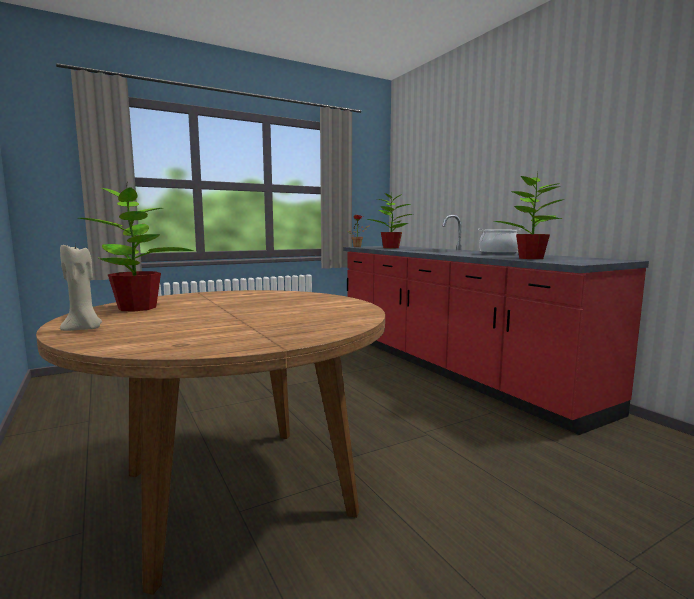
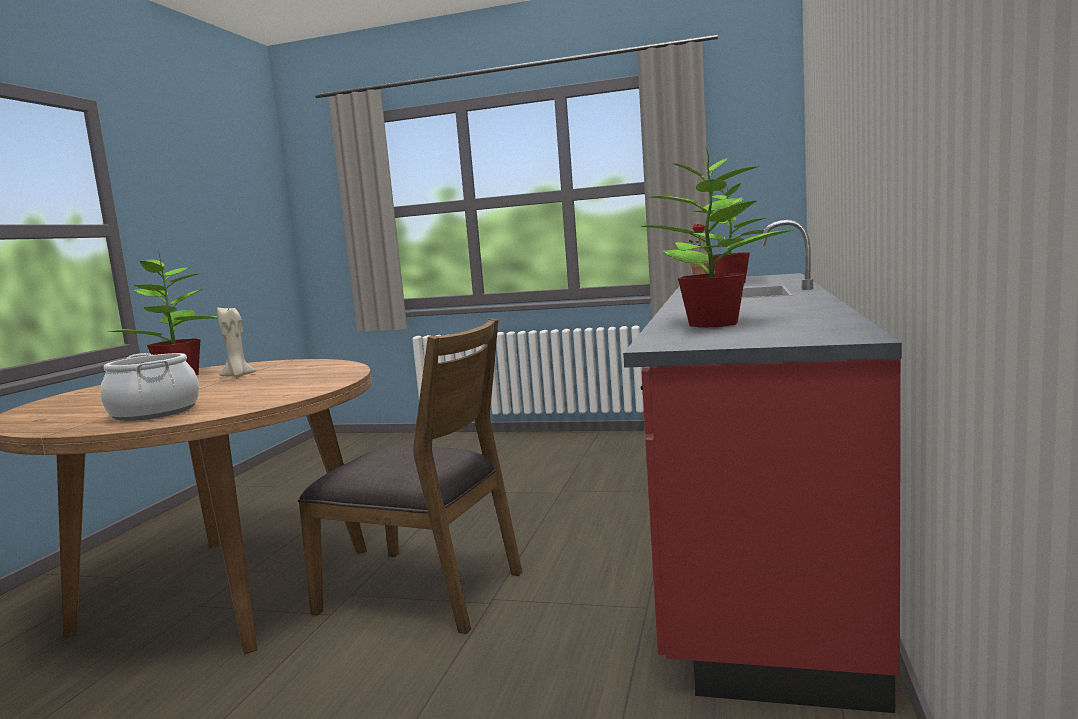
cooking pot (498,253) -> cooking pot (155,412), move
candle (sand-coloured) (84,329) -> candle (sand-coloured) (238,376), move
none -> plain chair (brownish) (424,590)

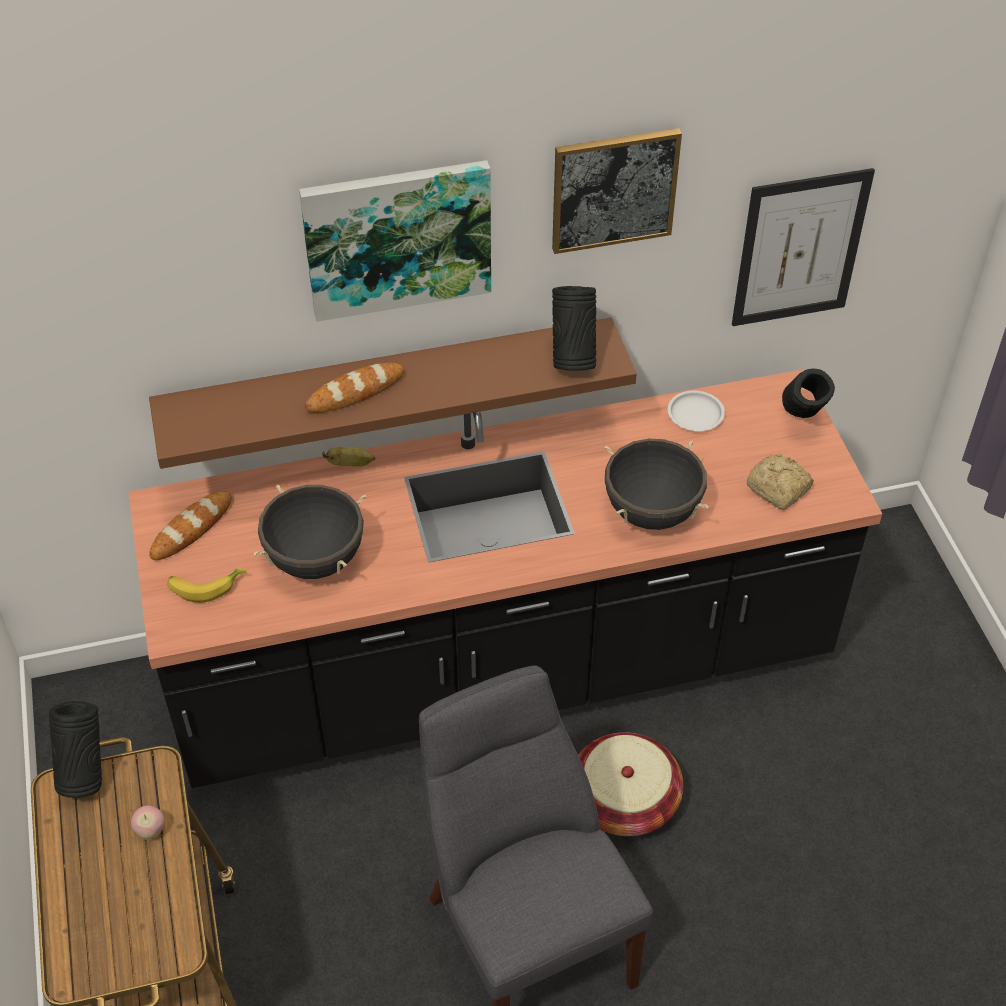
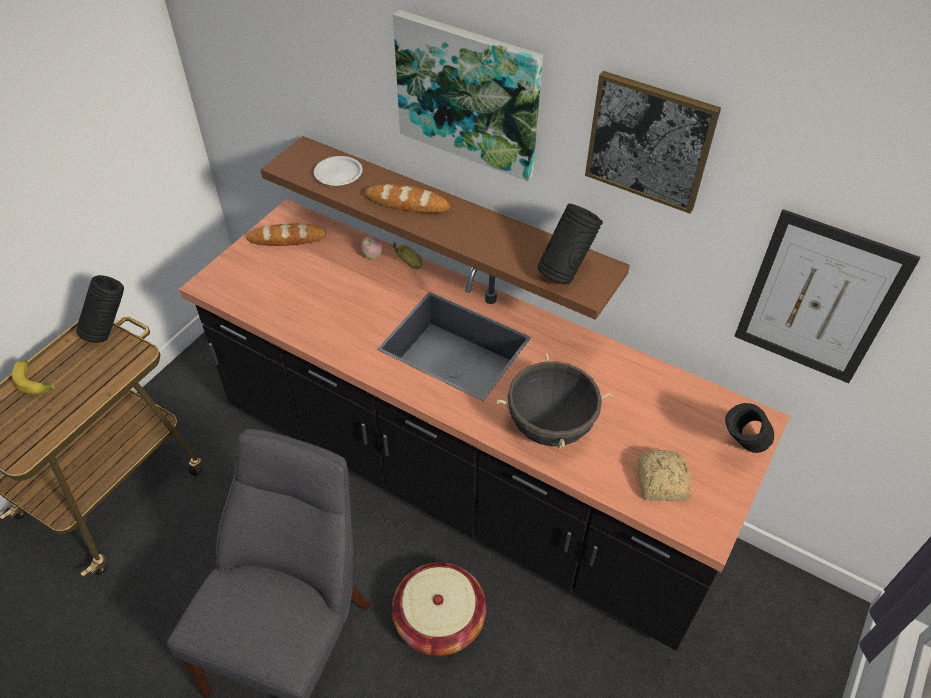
whole banana (205,586) -> whole banana (36,381), move
flat dish (whitish) (695,414) -> flat dish (whitish) (339,174), move
apple (150,831) -> apple (372,256), move
cooking pot (blackish) (316,559) -> none

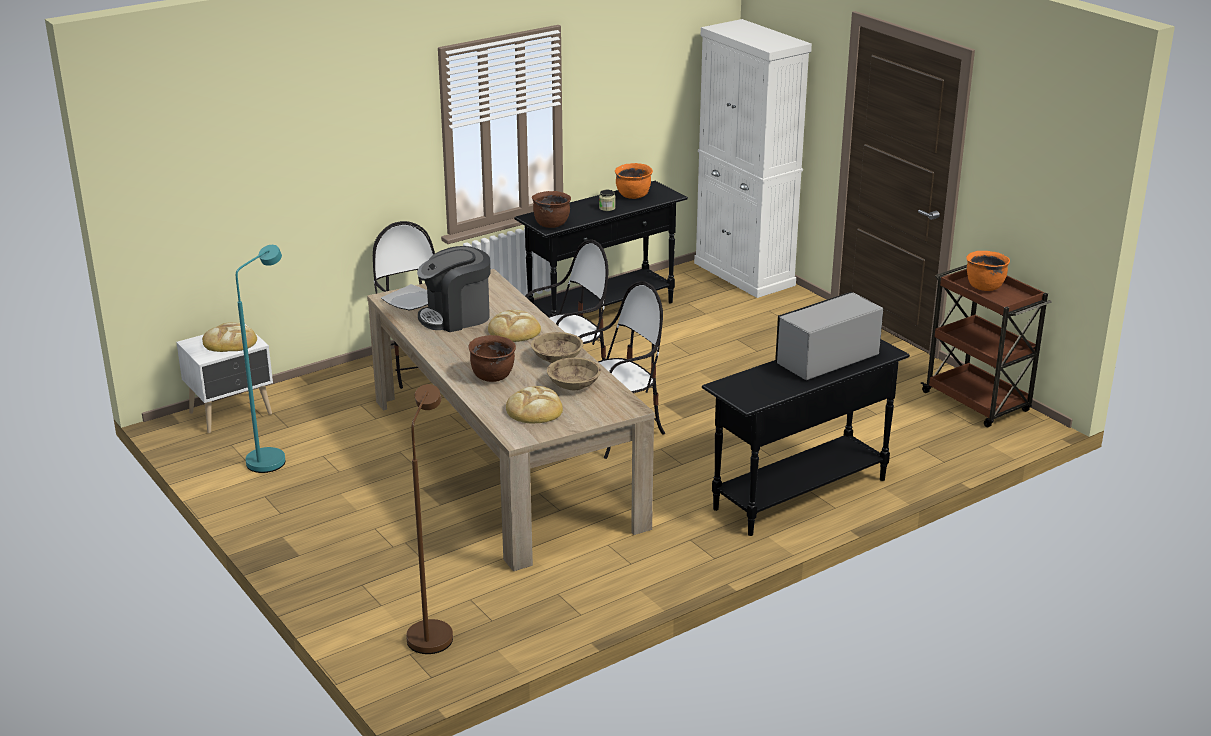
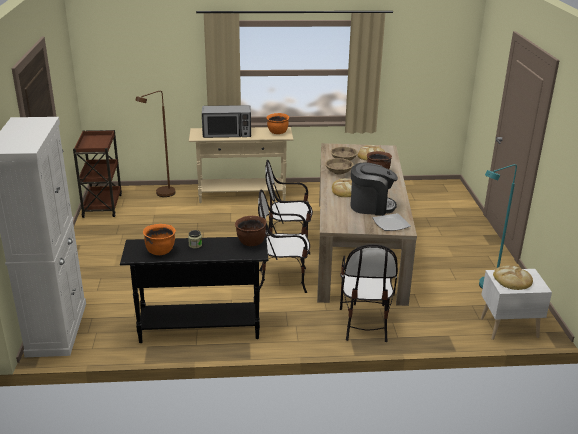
floor lamp (brownish) (432,631) -> floor lamp (brownish) (161,195), move
narrow table (blackish) (799,494) -> narrow table (sand-coloured) (242,196)
cooking pot (orange) (984,286) -> cooking pot (orange) (277,132), move

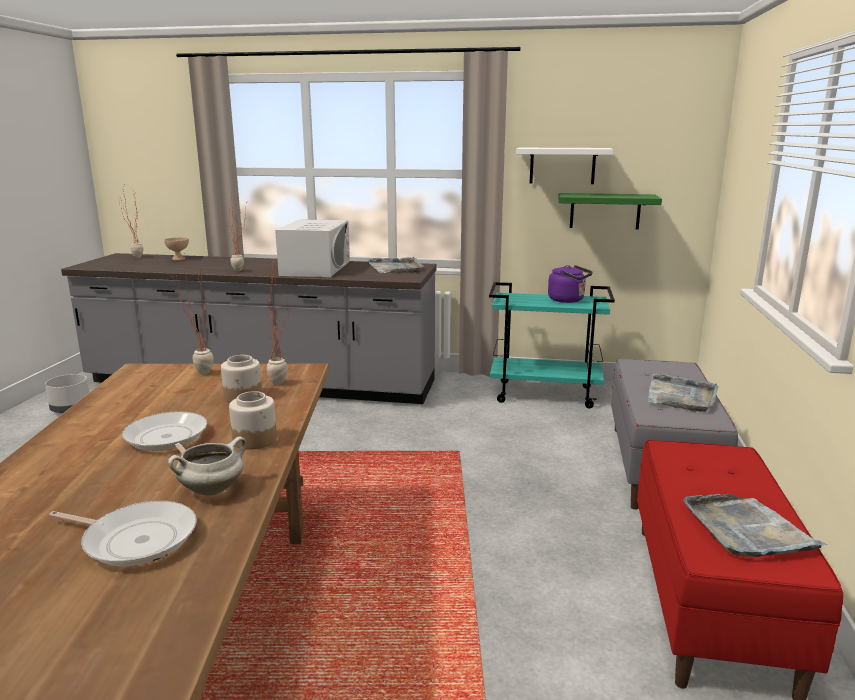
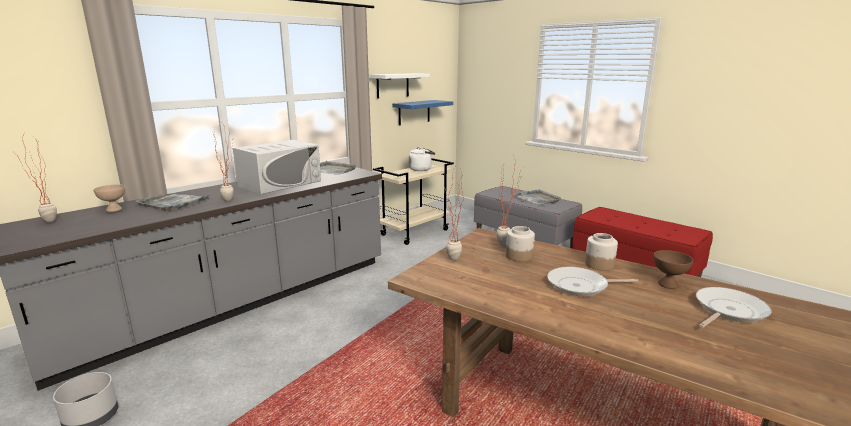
carrying tray (greyish) (746,529) -> carrying tray (greyish) (173,203), move
kitchen microwave (whitish) (315,268) -> kitchen microwave (whitish) (280,183), 90 degrees clockwise
trolley (blue-green) (545,394) -> trolley (sand-coloured) (415,232)
wall shelf (greenish) (605,211) -> wall shelf (bluish) (414,112)
kettle (purple-coloured) (568,300) -> kettle (whitish) (421,169)
cooking pot (whitish) (212,489) -> serving bowl (brownish) (667,284)

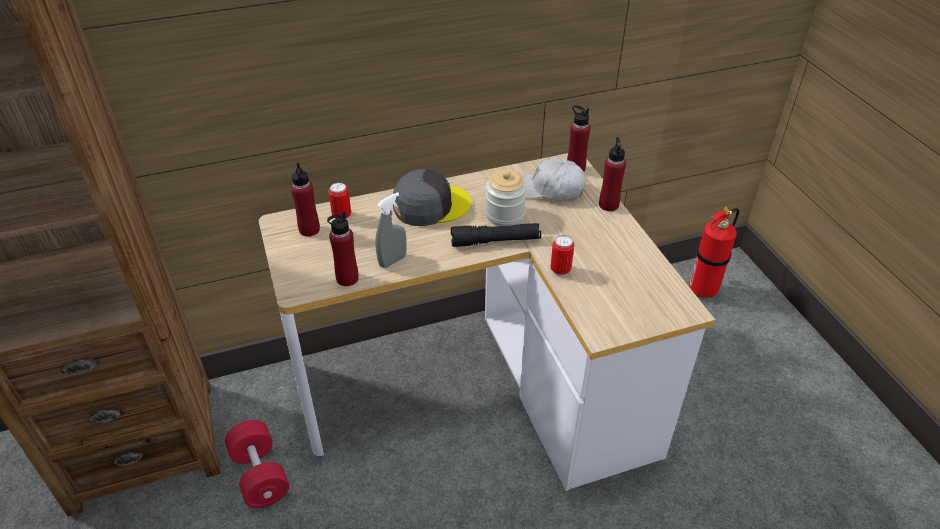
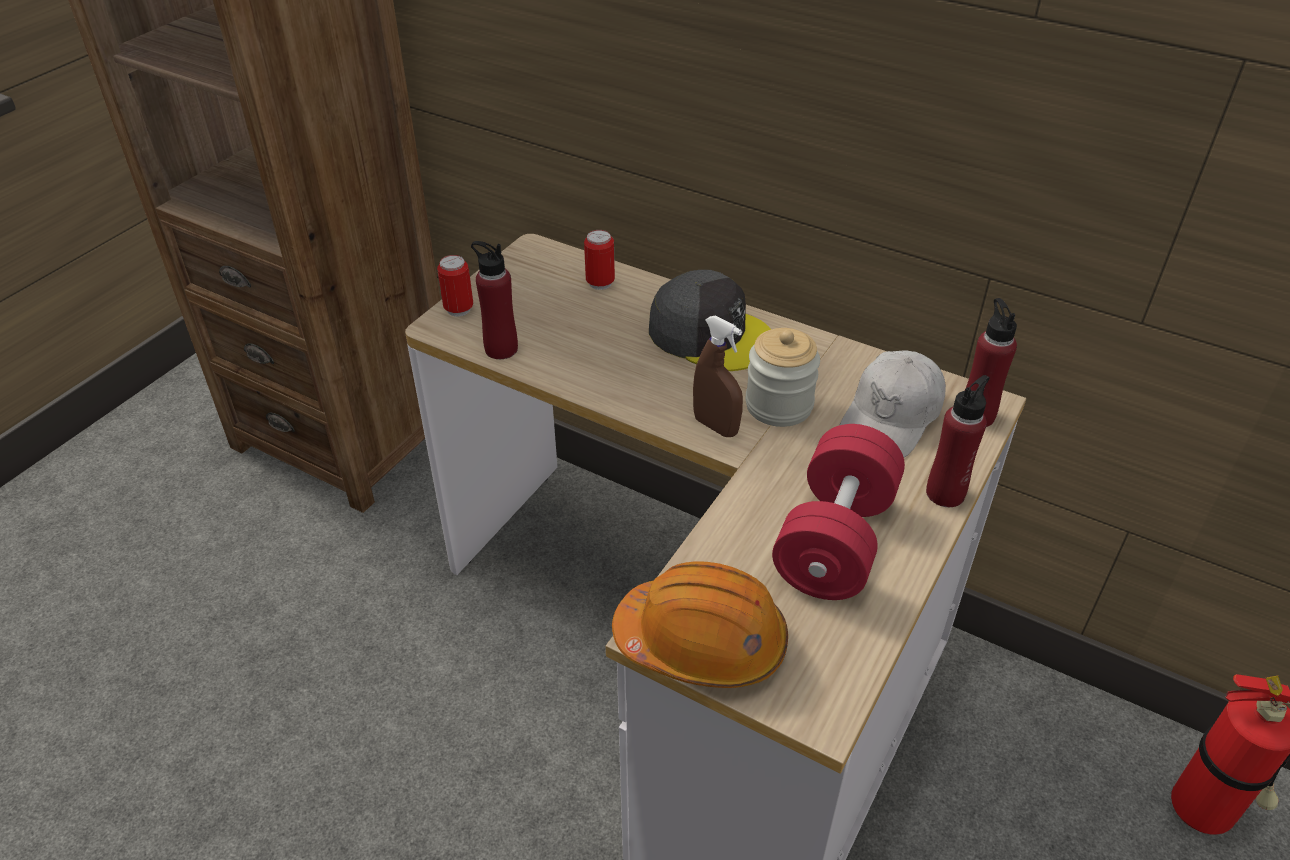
can (560,270) -> can (458,309), move
none -> hard hat (orange) (702,642)
flashlight (blackish) (495,241) -> hand sprayer (brownish) (715,426)
hand weight (red) (260,475) -> hand weight (red) (835,540), move
peaked cap (whitish) (550,190) -> peaked cap (whitish) (891,417), 120 degrees counterclockwise
bottle (red) (309,230) -> none
hand sprayer (greyish) (392,261) -> none

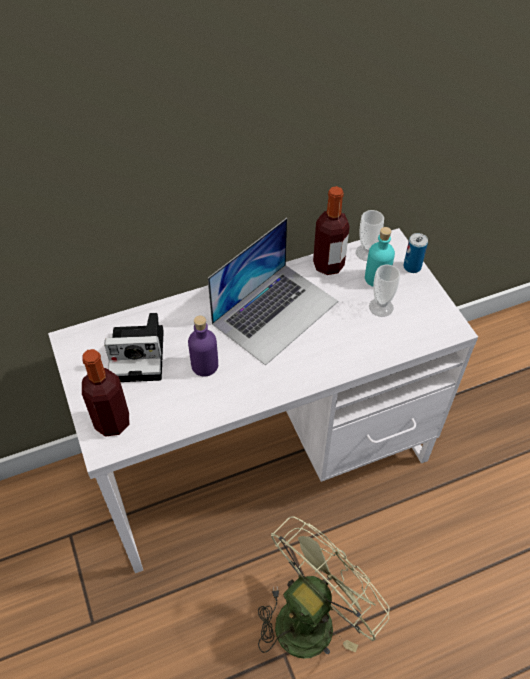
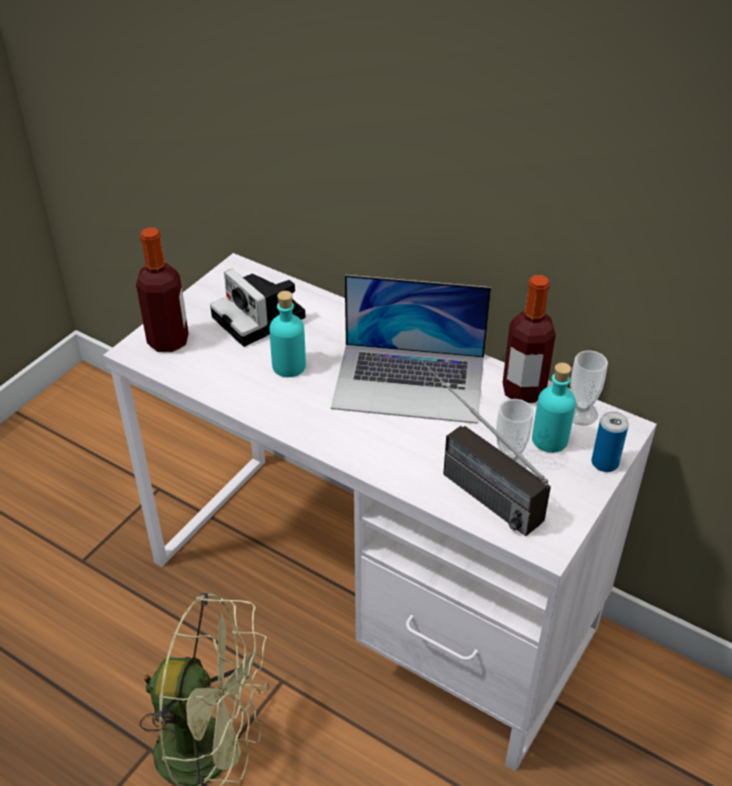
bottle (purple-coloured) (205,365) -> bottle (blue-green) (289,366)
none -> radio set (468,482)

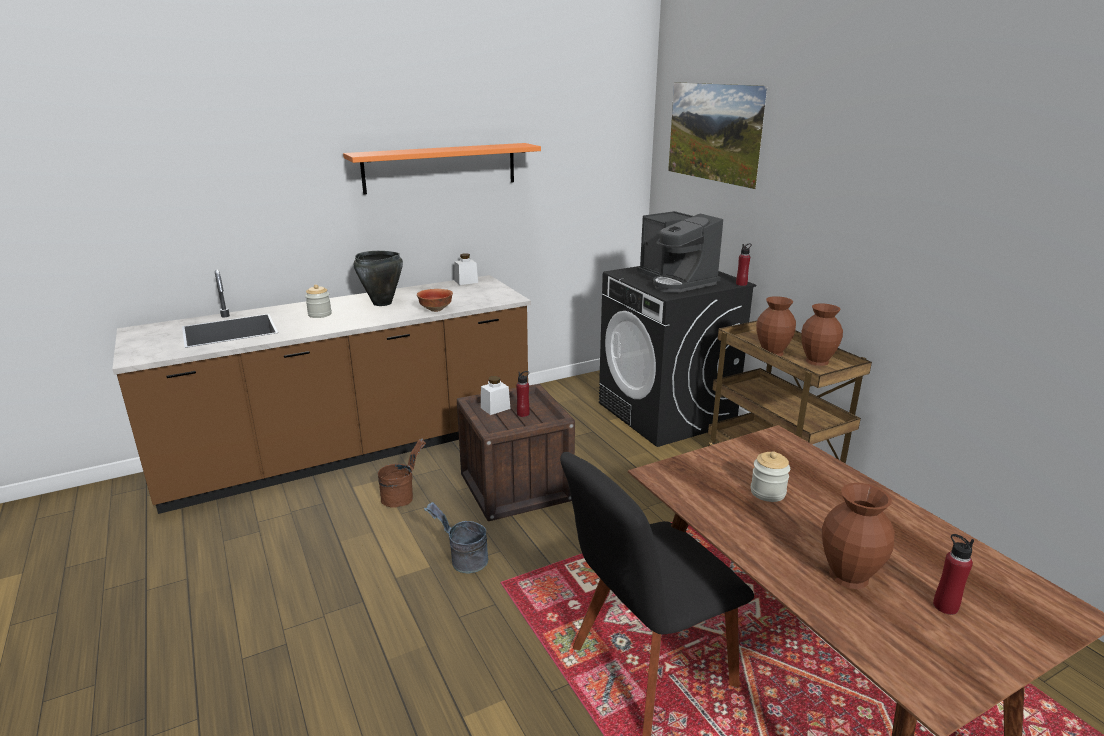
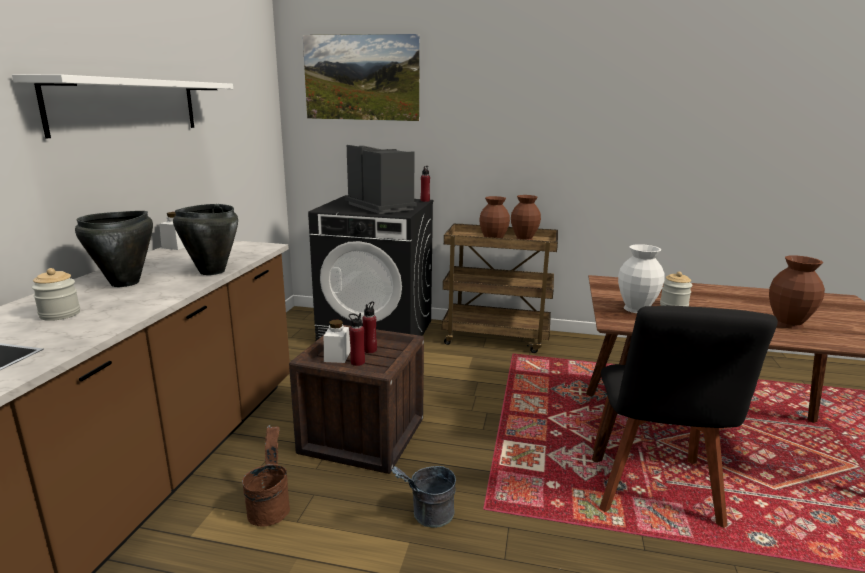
wall shelf (orange) (440,168) -> wall shelf (whitish) (127,106)
serving bowl (435,309) -> cooking pot (blackish) (211,271)
coffee machine (676,281) -> coffee machine (381,207), 135 degrees counterclockwise
bottle (red) (945,606) -> bottle (red) (357,362), move
none -> vase (whitish) (637,309)

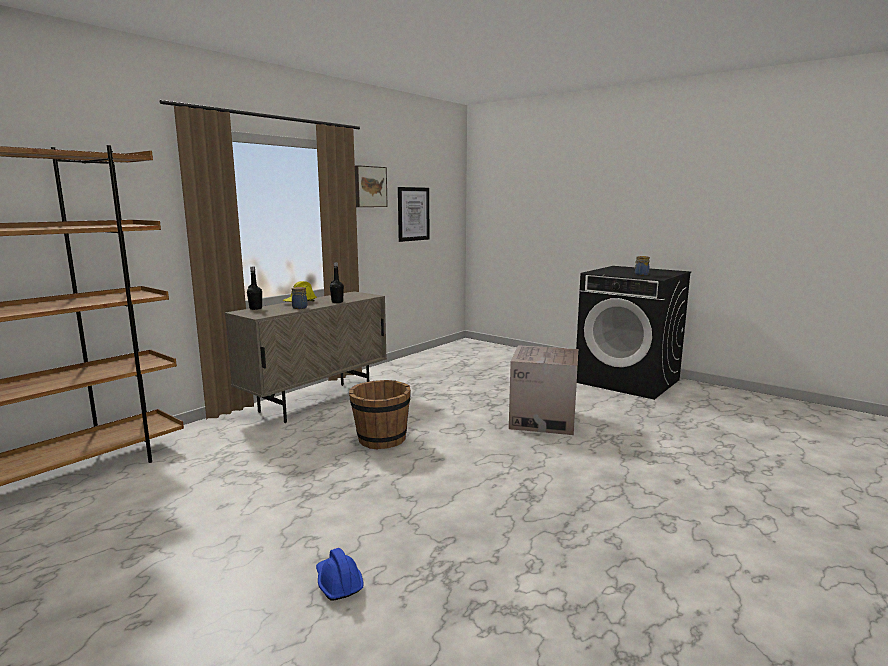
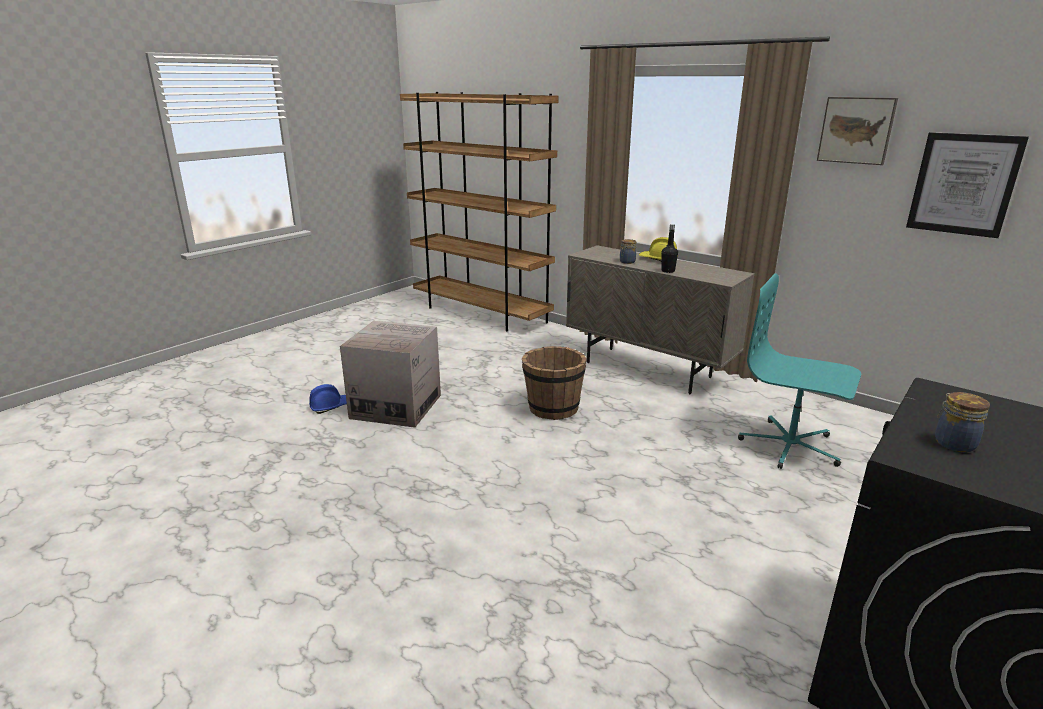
carton (542,420) -> carton (396,406), move
none -> computer chair (blue-green) (790,446)
bottle (blackish) (255,308) -> none

